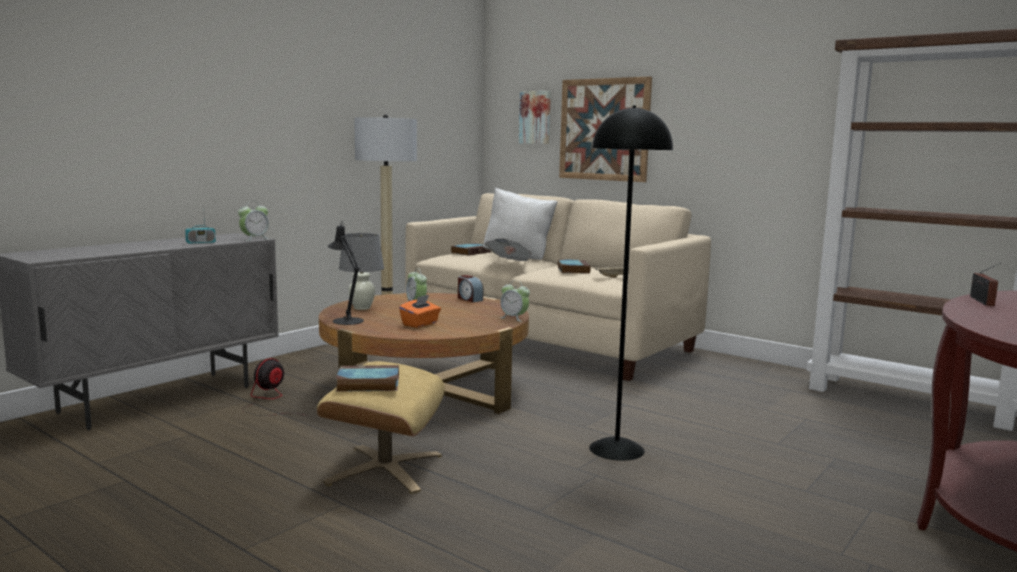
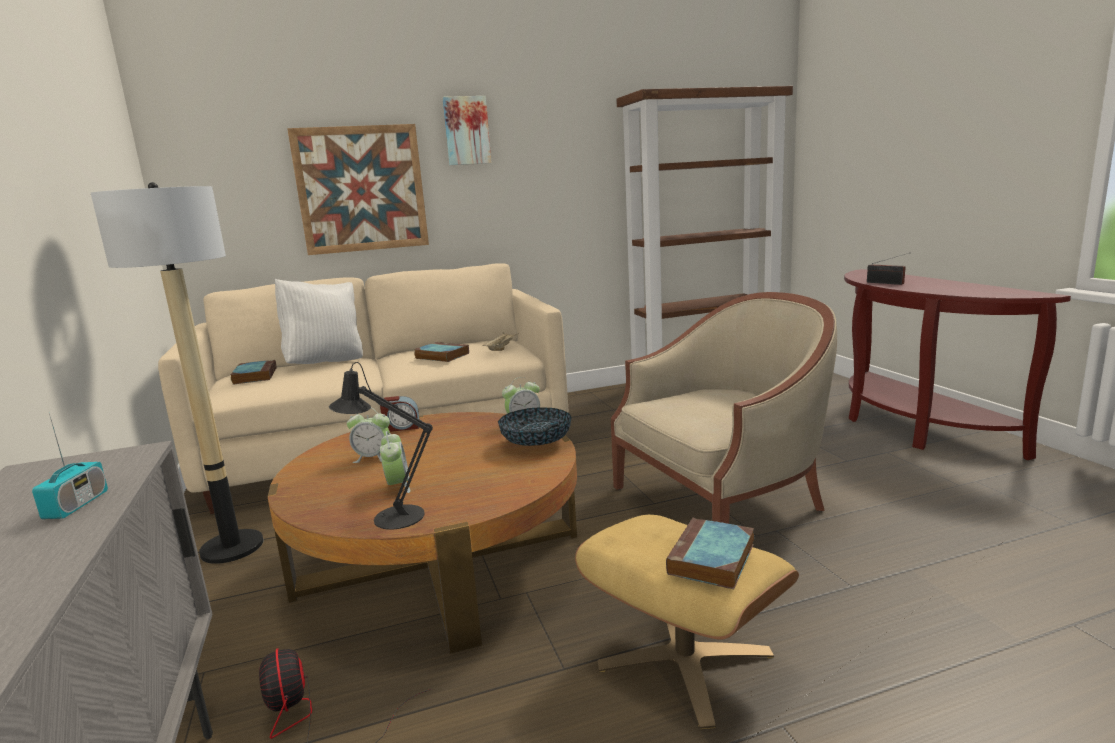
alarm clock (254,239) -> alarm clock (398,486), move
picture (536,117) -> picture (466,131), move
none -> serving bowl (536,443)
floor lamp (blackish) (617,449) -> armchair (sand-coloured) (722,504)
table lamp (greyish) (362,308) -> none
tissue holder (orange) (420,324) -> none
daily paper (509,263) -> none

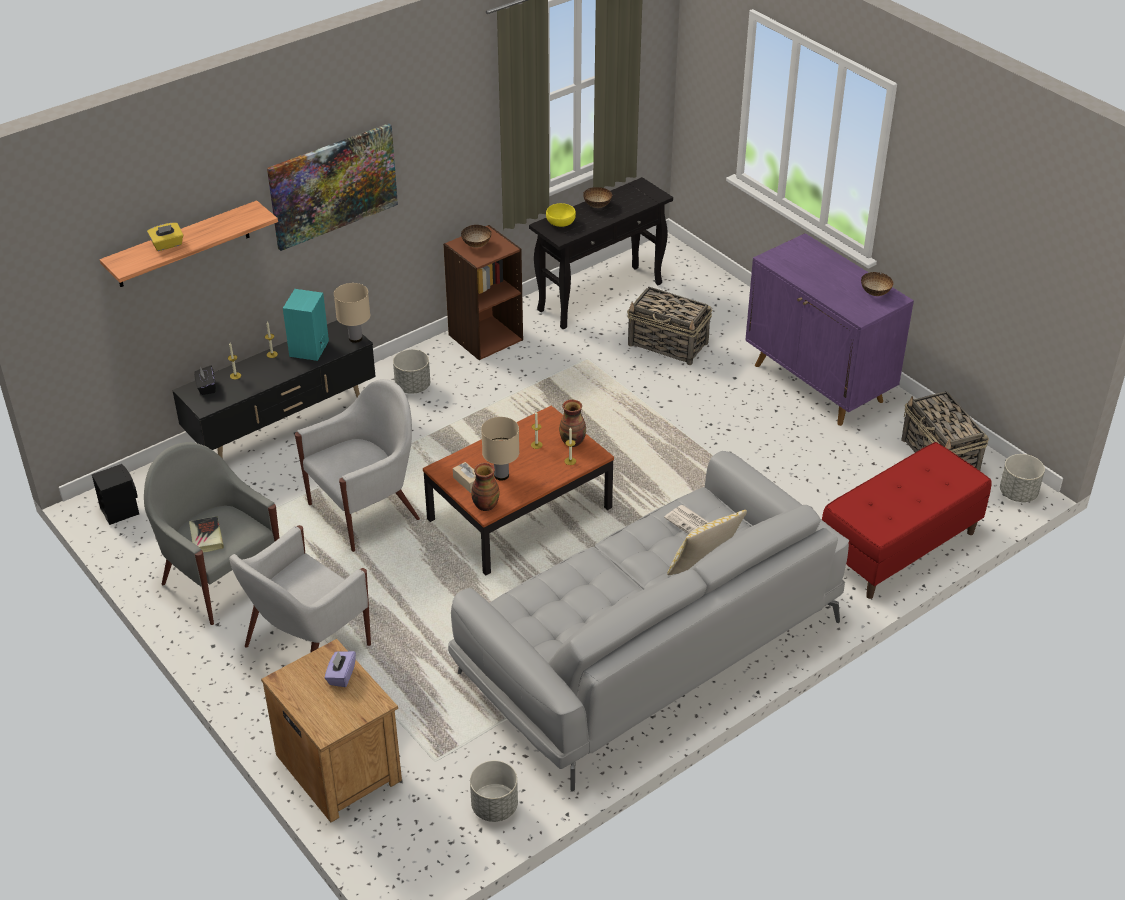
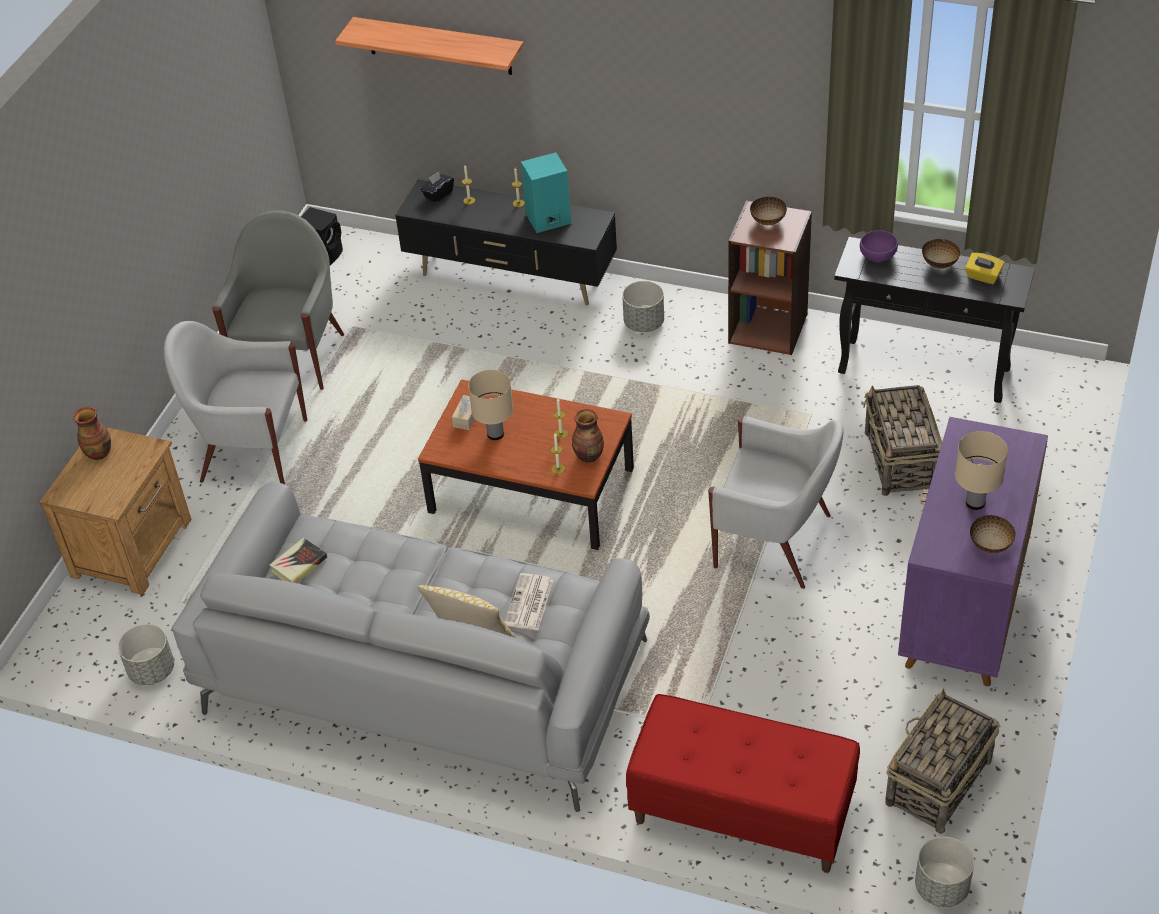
vase (485,505) -> vase (99,452), move
volume (206,537) -> volume (299,564), move
armchair (whitish) (366,511) -> armchair (whitish) (775,542), move
serving bowl (yellow-coloured) (560,222) -> serving bowl (purple-coloured) (878,255)
table lamp (sand-coloured) (355,338) -> table lamp (sand-coloured) (975,502), move
tissue holder (yellow-coloured) (167,245) -> tissue holder (yellow-coloured) (983,277), move
picture (333,185) -> none
tissue holder (purple-coloured) (341,676) -> none

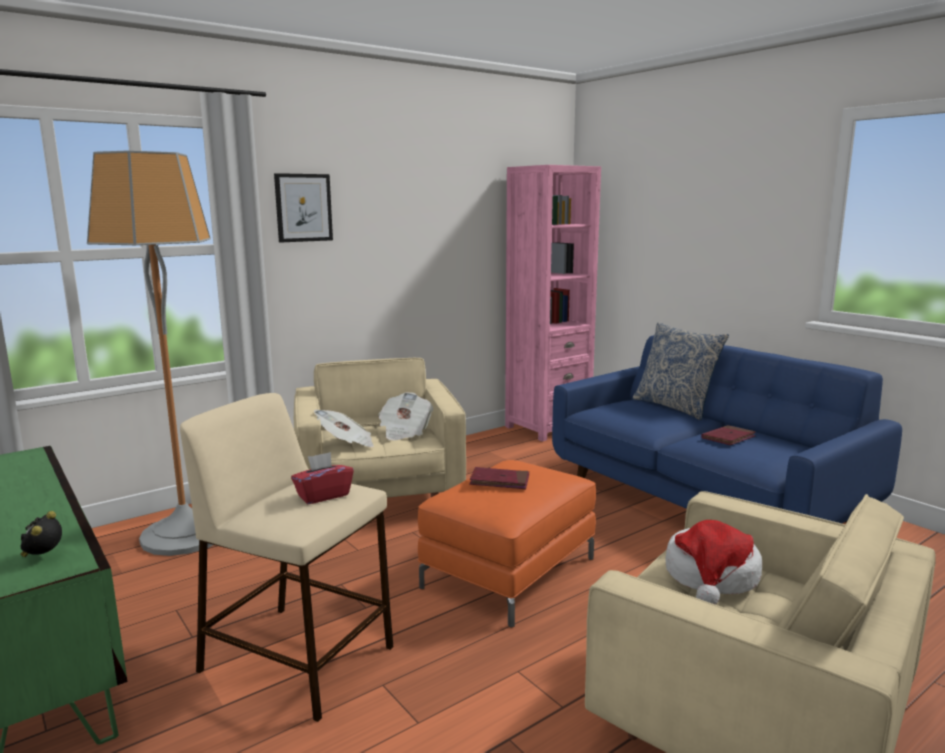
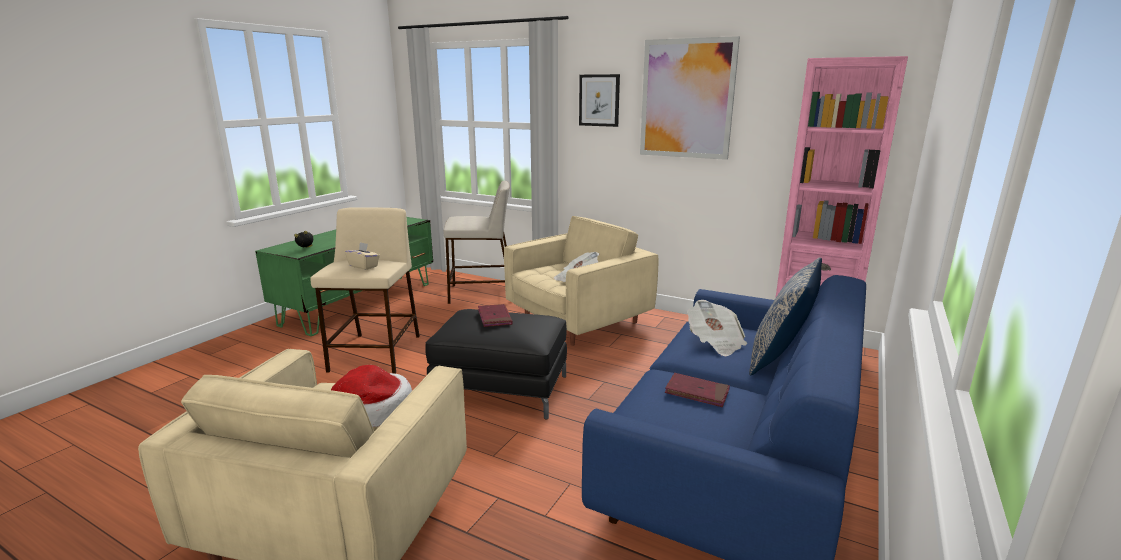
tissue holder (red) (323,495) -> tissue holder (sand-coloured) (364,266)
footrest (orange) (509,573) -> footrest (blackish) (501,389)
floor lamp (185,535) -> sitting stool (sand-coloured) (481,293)
none -> picture (687,99)
daily paper (346,443) -> daily paper (715,342), move

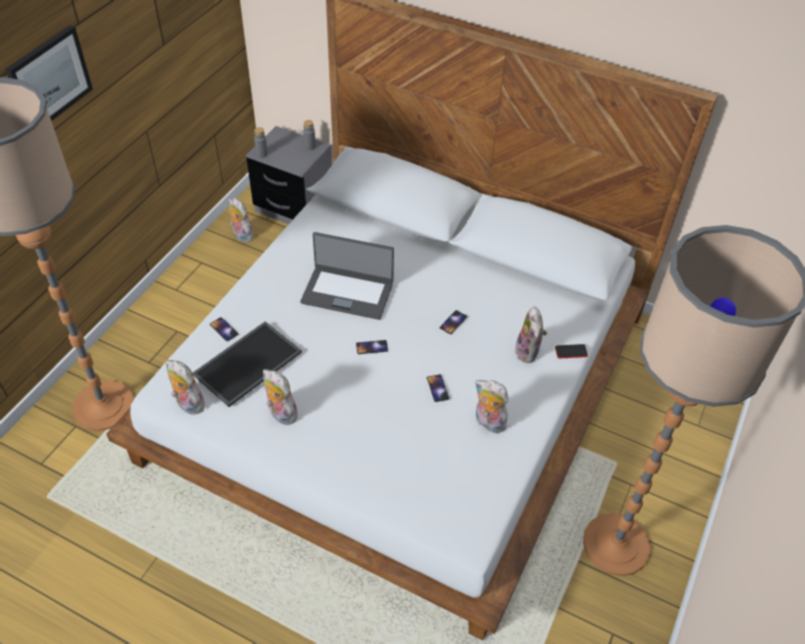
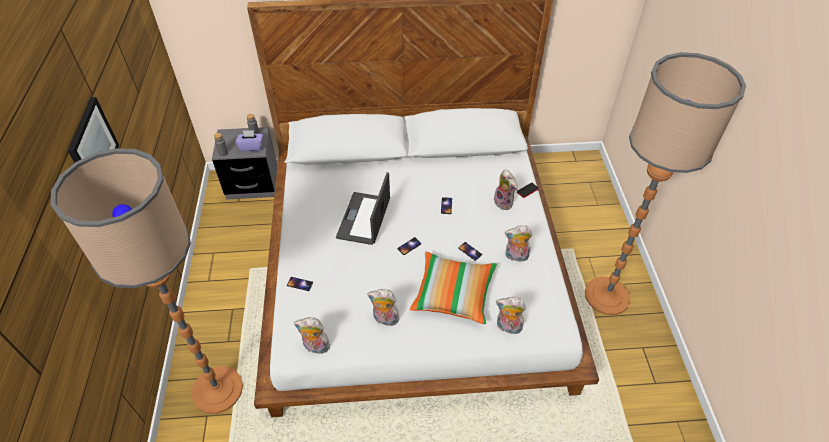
none -> tissue holder (purple-coloured) (251,146)
notebook computer (347,292) -> notebook computer (364,218), 120 degrees clockwise
none -> cushion (453,294)
soft toy (241,235) -> soft toy (508,327), move
carrying tray (247,362) -> none

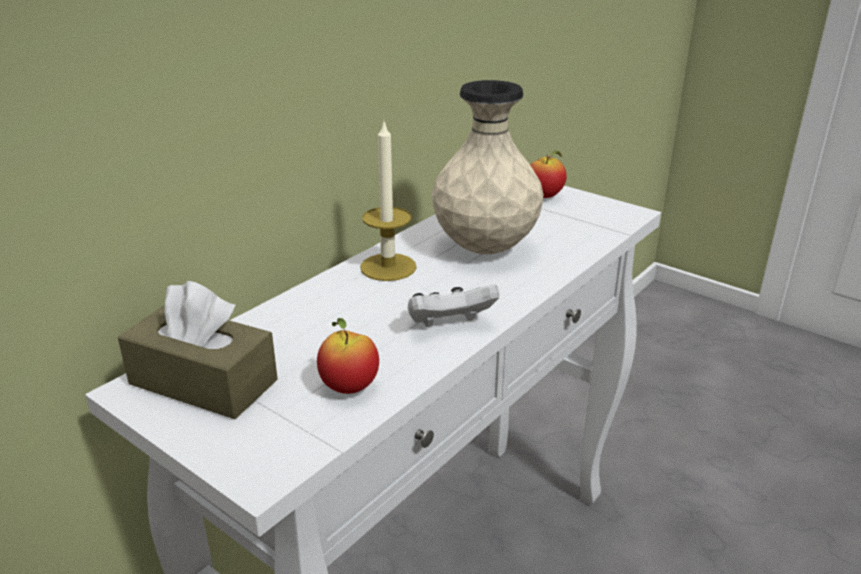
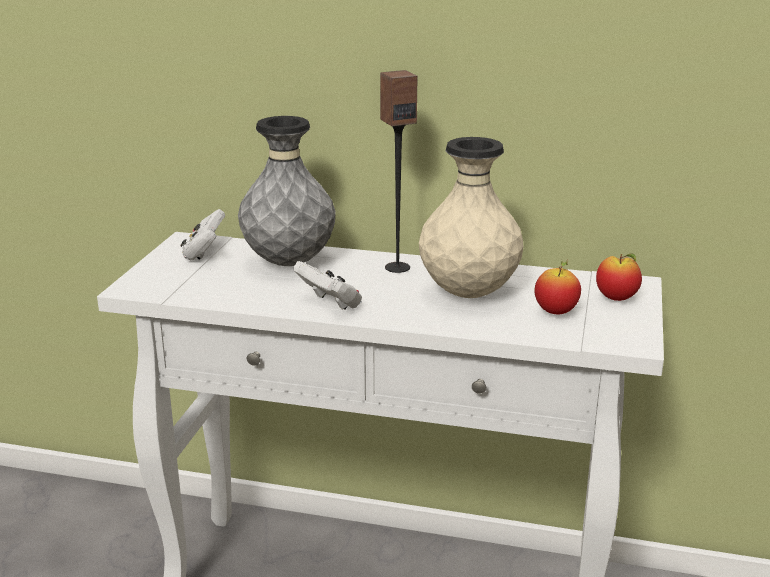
tissue holder (brownish) (203,382) -> game controller (whitish) (204,253)
none -> vase (greyish) (289,263)
candle (388,267) -> audio speaker (397,267)
apple (349,387) -> apple (556,312), move

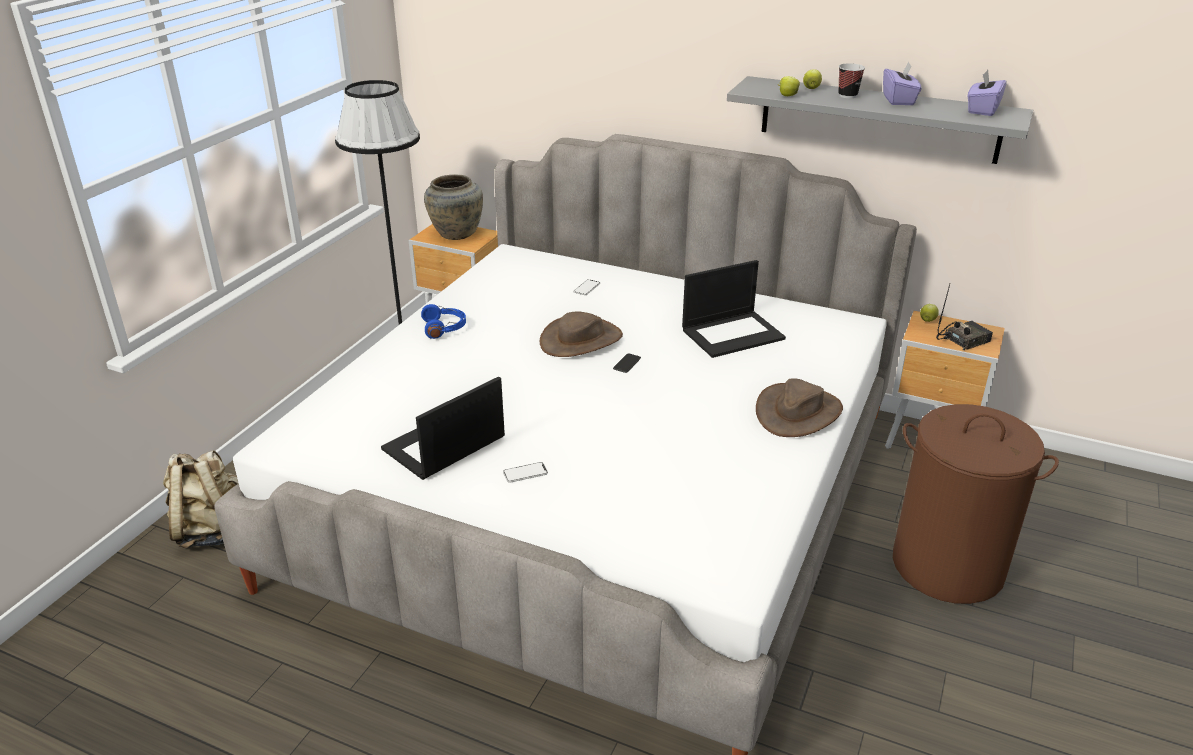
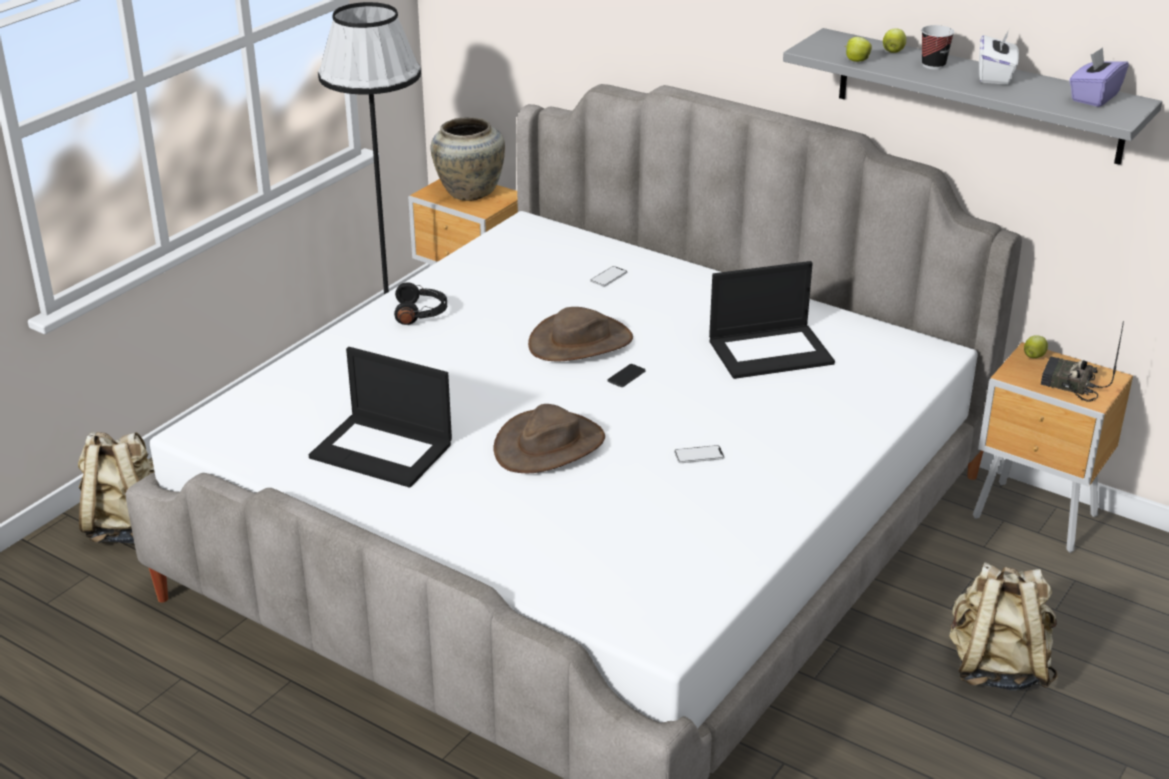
notebook computer (443,445) -> notebook computer (383,450), 120 degrees counterclockwise
headphones (bluish) (444,328) -> headphones (blackish) (421,313)
clothing hat (brownish) (798,412) -> clothing hat (brownish) (549,445), move
phone (525,473) -> phone (699,455), move
hamper (brownish) (947,566) -> rucksack (sand-coloured) (996,668)
tissue holder (purple-coloured) (899,100) -> tissue holder (whitish) (995,76)
radio set (962,339) -> radio set (1068,385), 135 degrees counterclockwise

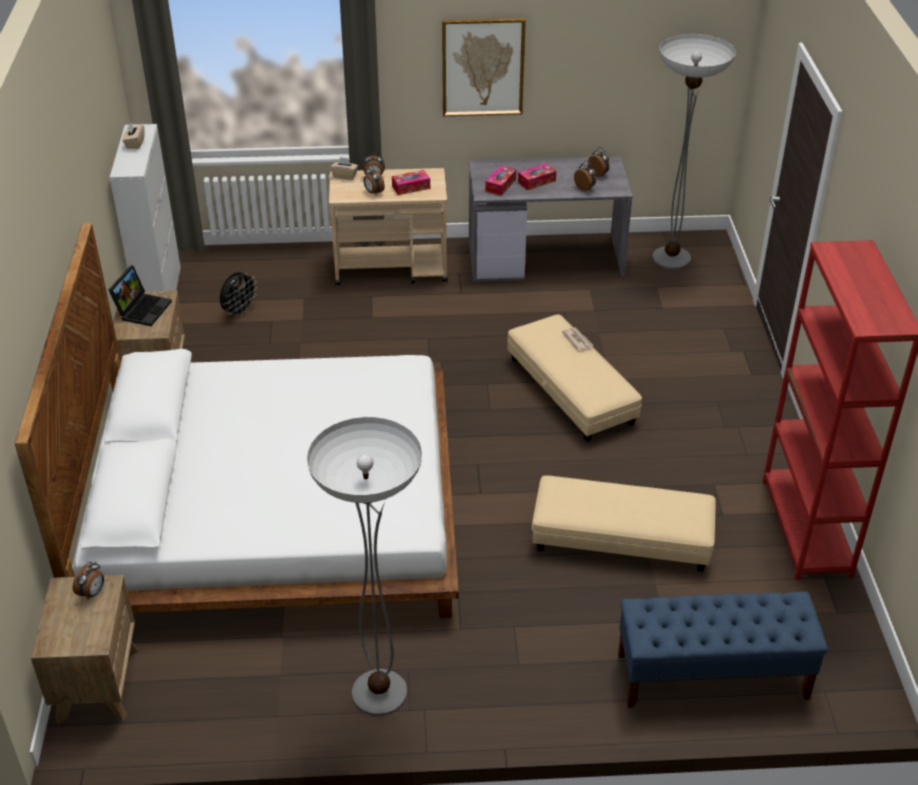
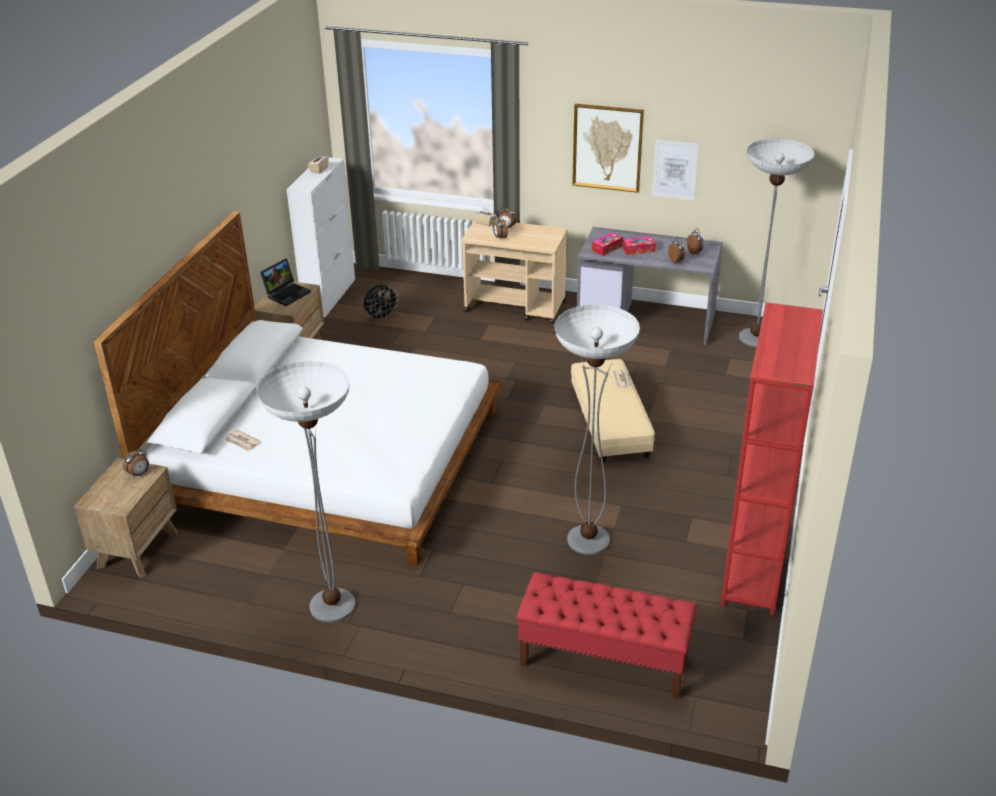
none -> daily paper (242,442)
indoor bench (bluish) (711,676) -> indoor bench (red) (603,660)
footrest (sand-coloured) (621,538) -> floor lamp (588,540)
none -> picture (675,170)
tissue holder (411,187) -> none

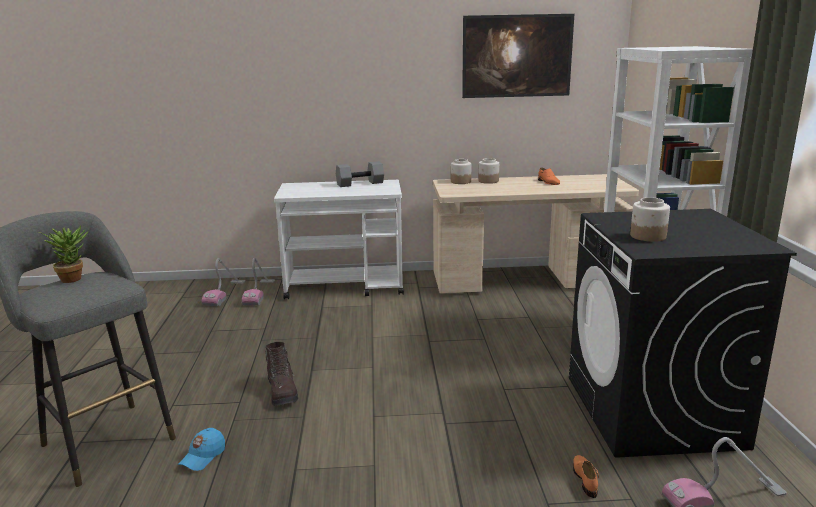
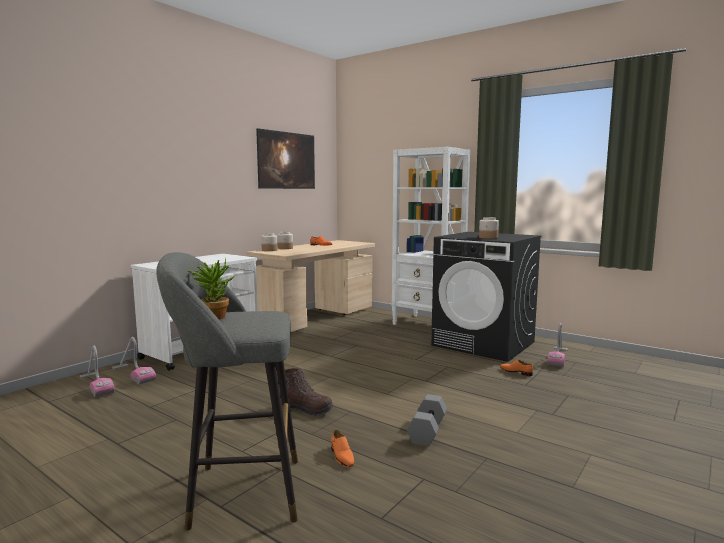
peaked cap (bluish) (203,456) -> shoe (orange) (341,456)
hand weight (greyish) (360,183) -> hand weight (greyish) (426,430), move

